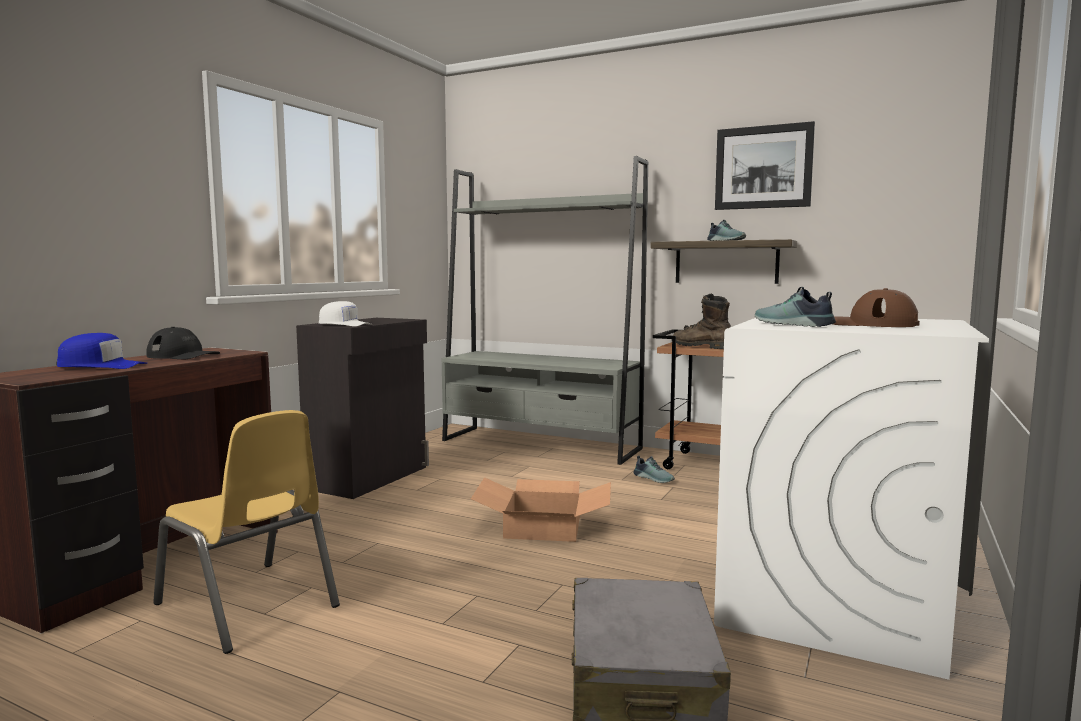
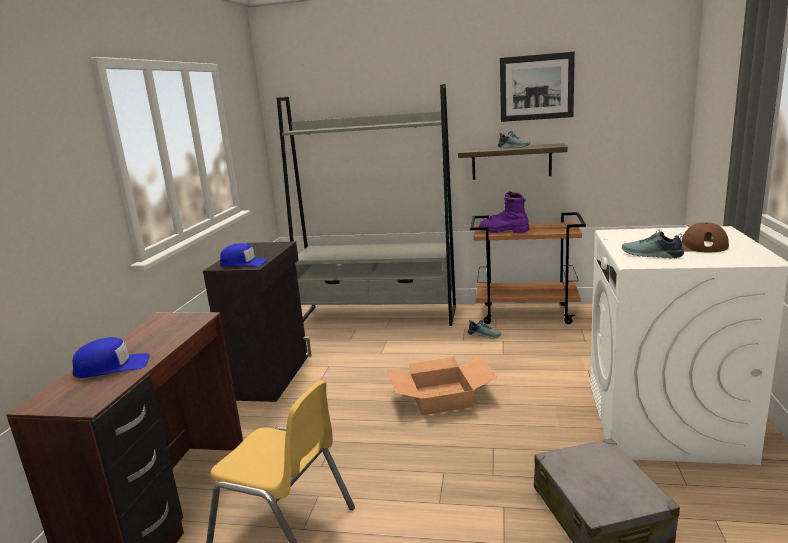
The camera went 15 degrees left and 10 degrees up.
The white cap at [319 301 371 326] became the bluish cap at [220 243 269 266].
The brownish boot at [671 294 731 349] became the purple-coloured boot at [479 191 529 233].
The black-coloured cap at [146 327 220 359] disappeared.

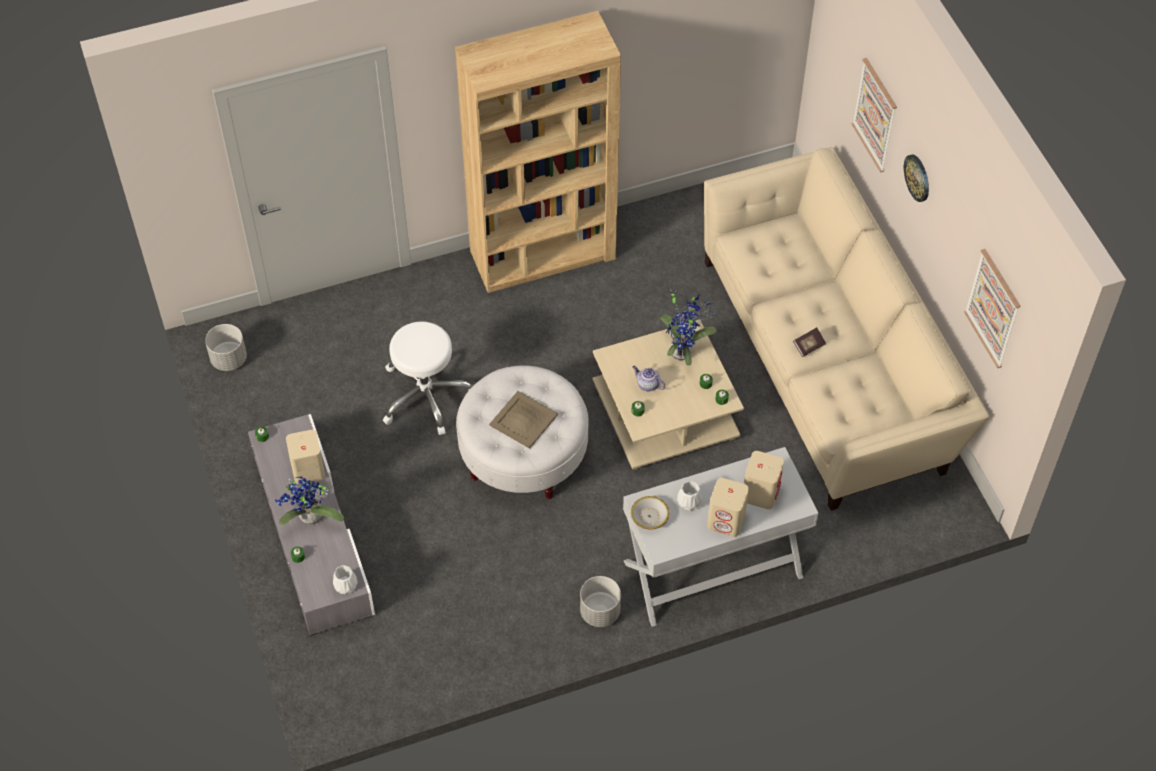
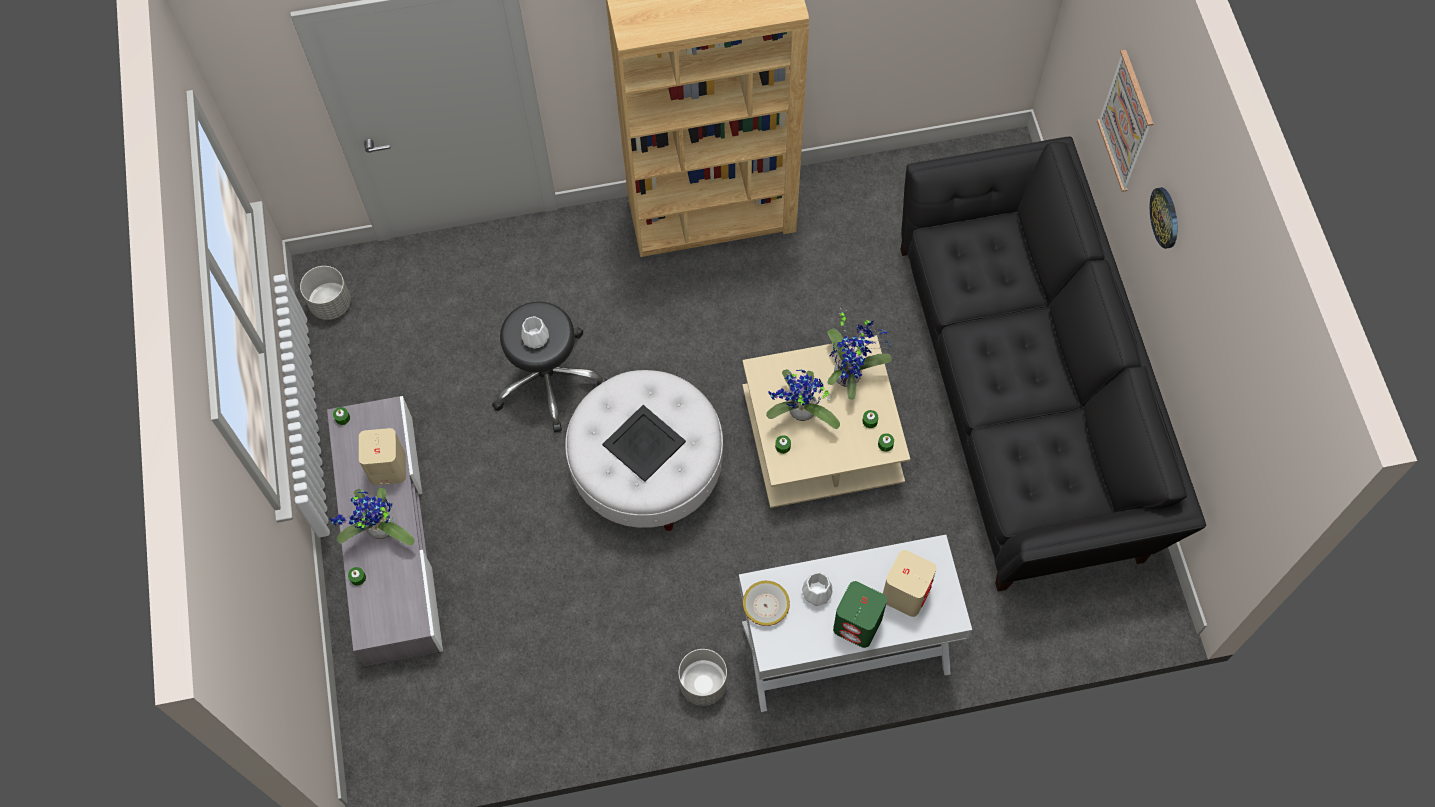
The camera went 10 degrees right and 10 degrees up.
The white stool seat at [383 321 472 435] became the black-coloured stool seat at [492 302 607 432].
The white vase moved from [333 565 358 594] to [521 316 549 349].
The sand-coloured carrying tray at [489 391 558 449] became the black-coloured carrying tray at [602 405 686 482].
The tea pot at [633 366 665 391] was replaced by the plant in a pot at [766 369 840 429].
The sand-coloured loudspeaker at [707 478 749 537] became the green loudspeaker at [833 581 887 648].
The sand-coloured couch at [704 147 989 511] became the black-coloured couch at [900 136 1206 592].
The volume at [793 327 826 357] disappeared.
The wall picture at [964 249 1021 368] disappeared.

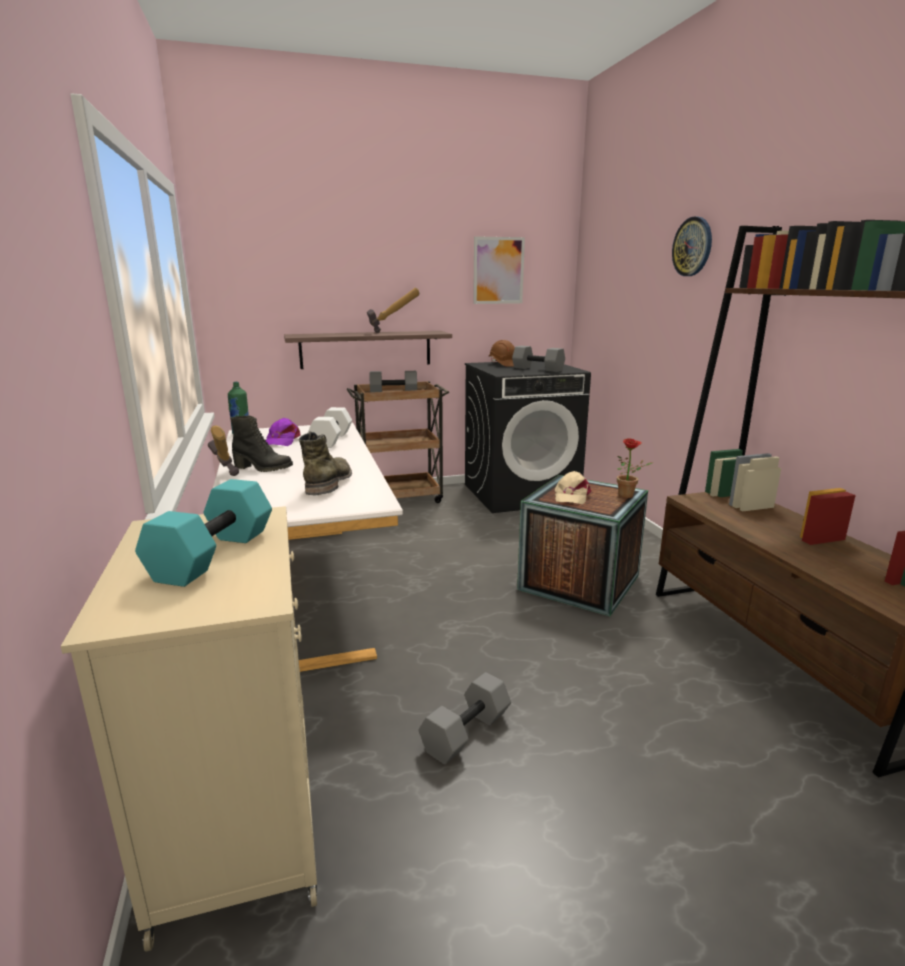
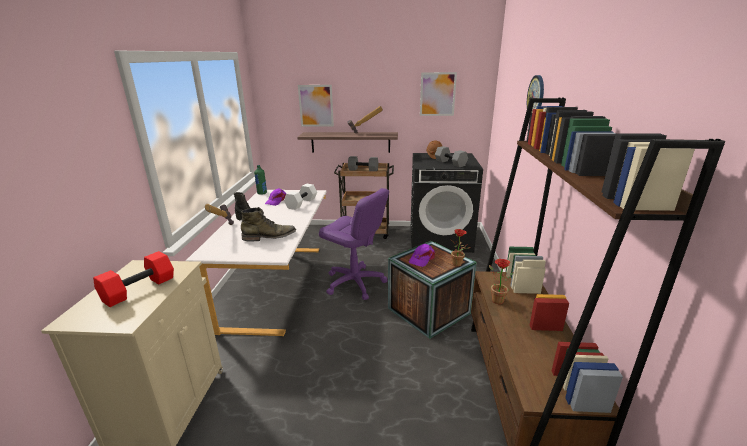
The camera went 20 degrees right and 5 degrees up.
The blue-green free weight at [135 479 272 587] became the reddish free weight at [93 251 174 307].
The green boot at [299 431 352 495] turned 45 degrees clockwise.
The wall picture at [298 85 334 126] appeared.
The purple-coloured desk chair at [319 188 389 300] appeared.
The sand-coloured cap at [555 471 591 504] became the purple-coloured cap at [409 244 435 267].
The plant in a pot at [489 259 514 304] appeared.
The grey free weight at [419 672 511 764] disappeared.

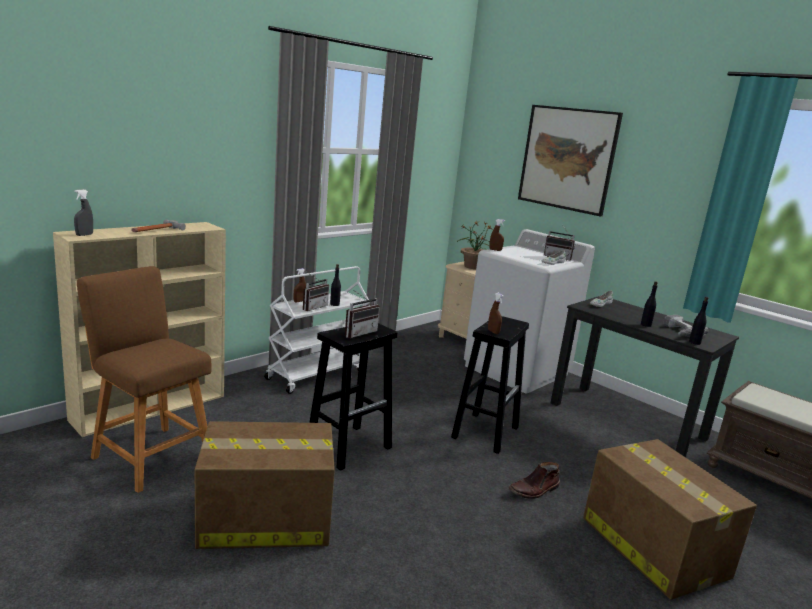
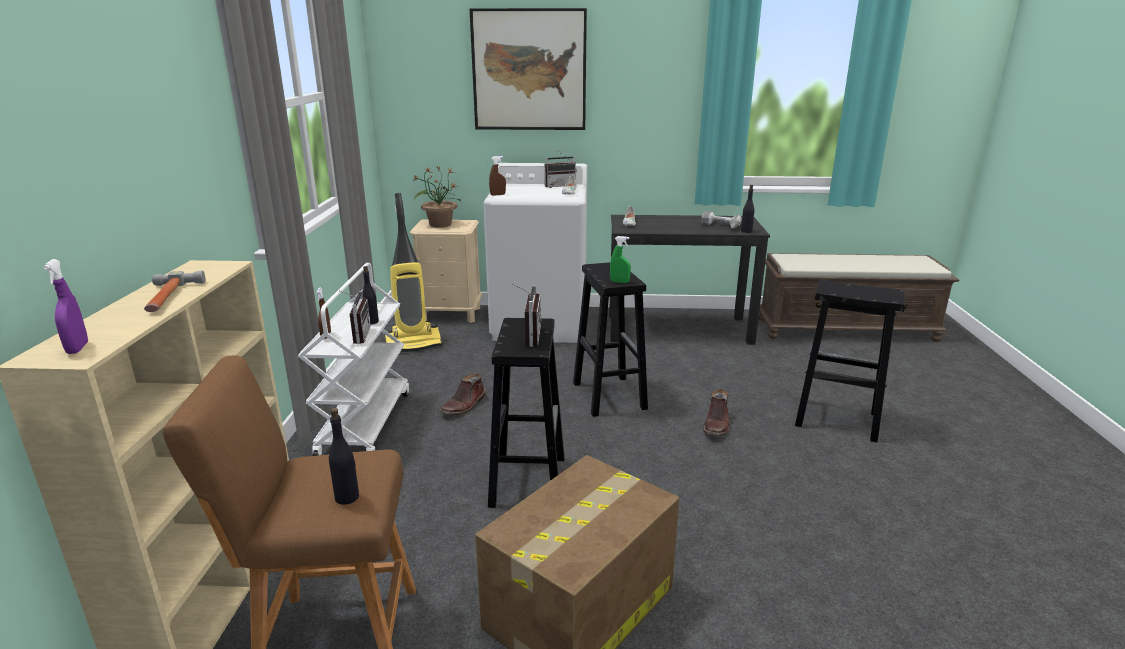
The camera went 40 degrees left and 5 degrees up.
The grey spray bottle at [74 189 93 236] became the purple-coloured spray bottle at [43 259 88 354].
The black-coloured drink bottle moved from [641 281 658 327] to [329 408 359 505].
The vacuum cleaner at [385 193 443 352] appeared.
The brownish boot at [439 373 486 415] appeared.
The brownish spray bottle at [488 293 504 334] became the green spray bottle at [610 236 631 283].
The packing box at [583 439 757 600] was replaced by the black-coloured stool seat at [795 279 905 442].

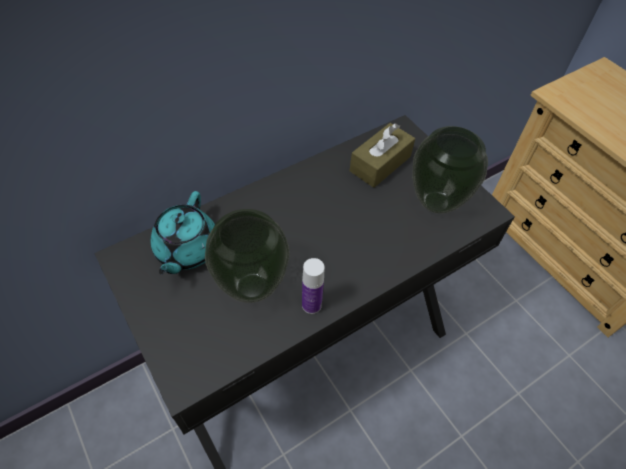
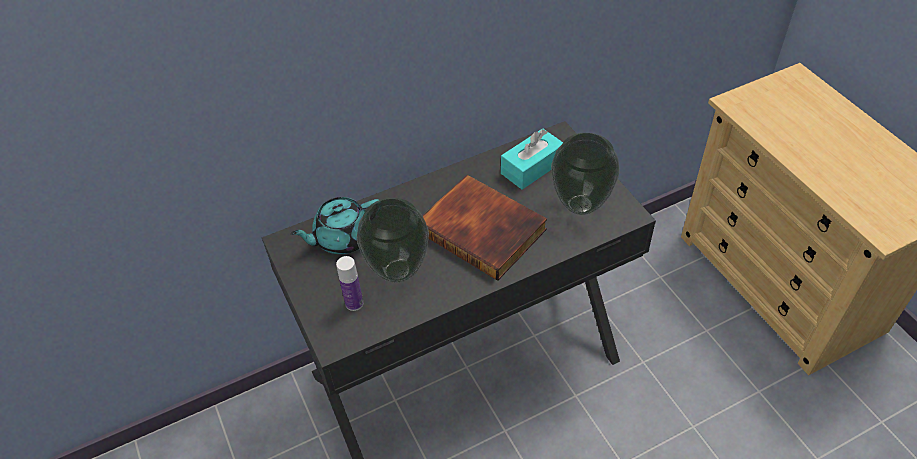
The camera went 10 degrees right and 5 degrees down.
The blue-green tea pot at [151 191 215 275] turned 45 degrees clockwise.
The drink bottle moved from [302 258 325 314] to [336 256 363 311].
The volume at [422 175 547 281] appeared.
The brownish tissue holder at [350 123 415 188] became the blue-green tissue holder at [501 128 563 190].

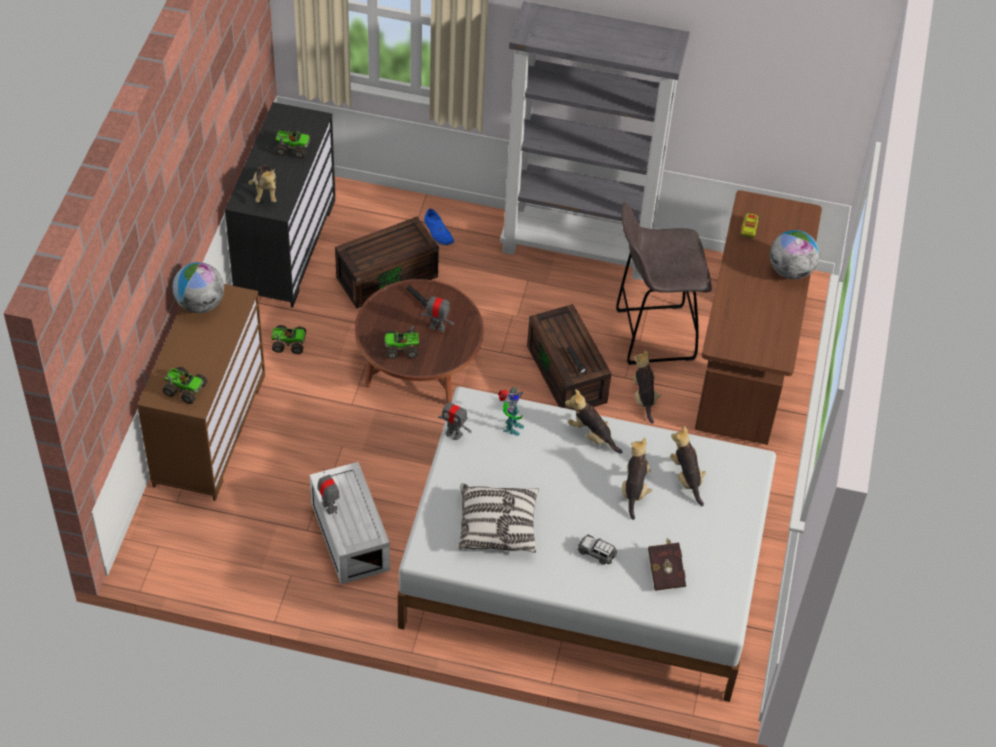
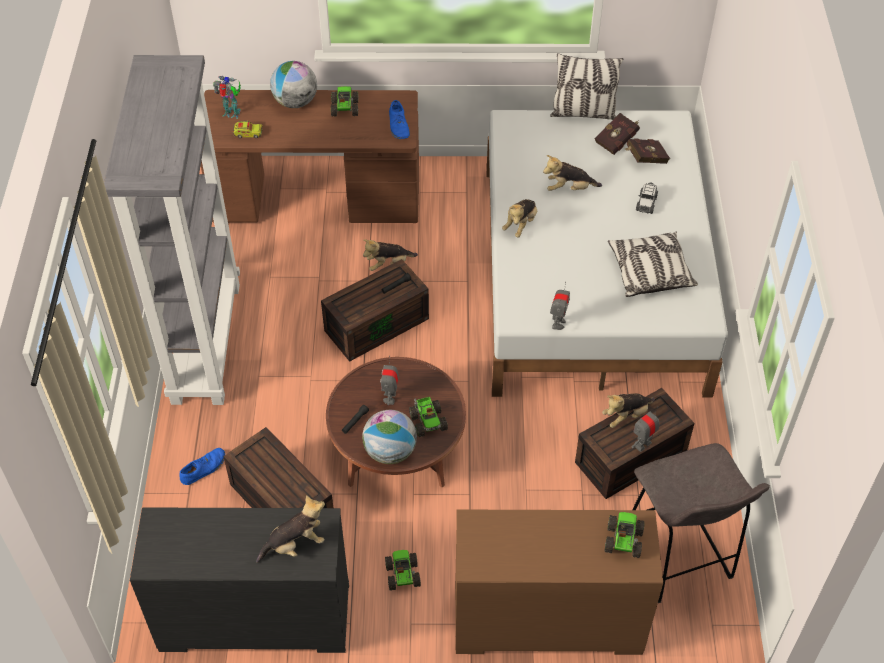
The camera went 100 degrees left and 0 degrees up.
The model robot moved from [498 387 524 436] to [213 76 241 119].
The model truck moved from [275 129 312 159] to [331 86 359 117].
The desk globe moved from [172 262 224 313] to [362 410 417 464].
The bluish shoe at [389 100 410 139] appeared.
The cushion at [550 53 623 120] appeared.
The white storage container at [310 462 390 584] became the brownish storage container at [575 388 694 499].
The reddish volume at [594 113 640 155] appeared.
The plush toy moved from [671 426 706 506] to [602 394 655 428].
The grey stool seat moved from [616 202 712 365] to [632 443 770 603].

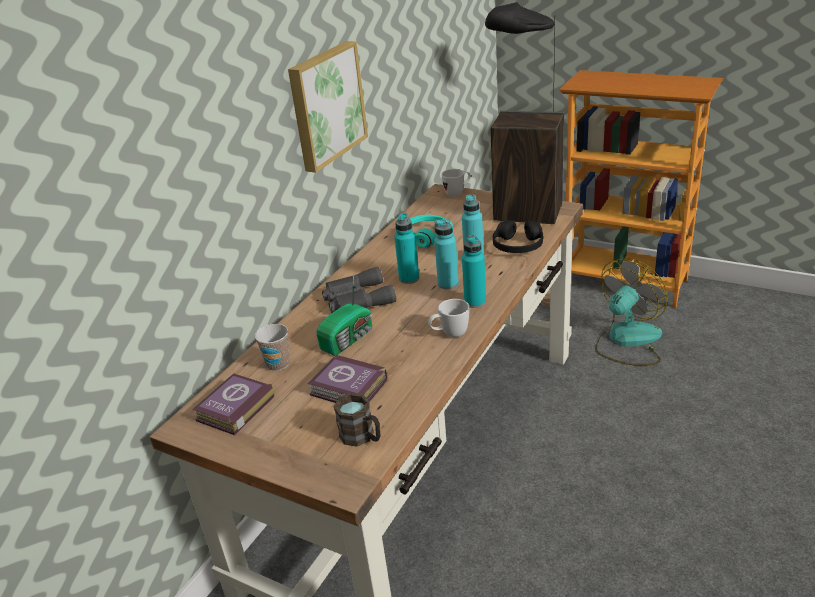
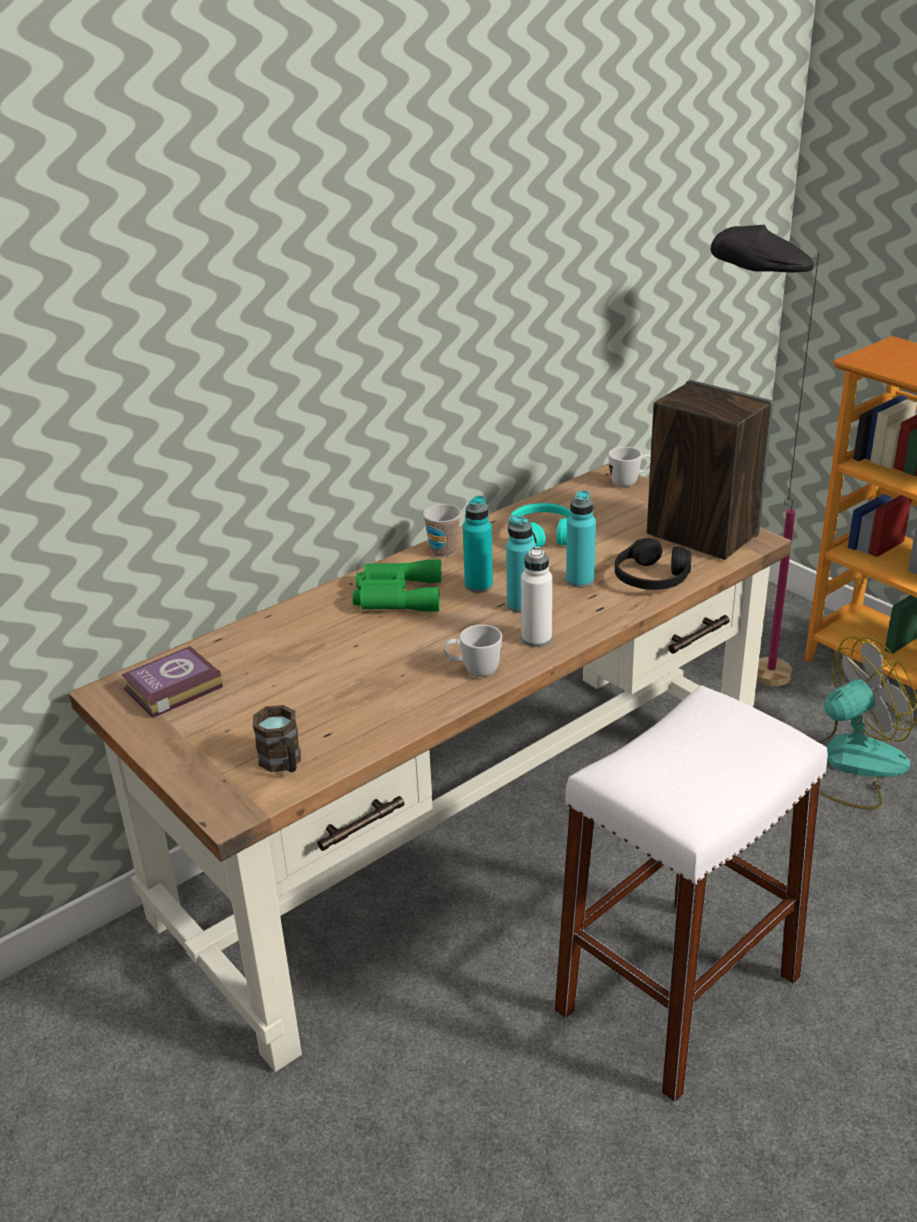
The camera went 20 degrees right and 0 degrees up.
The grey binoculars at [322 267 396 313] became the green binoculars at [353 559 442 612].
The cup moved from [255 324 290 371] to [423 504 461 557].
The blue-green drink bottle at [462 235 486 308] became the white drink bottle at [521 546 552 647].
The white stool seat at [554 685 828 1102] appeared.
The wall picture at [288 41 368 173] disappeared.
The volume at [308 354 387 403] disappeared.
The radio at [317 273 372 356] disappeared.

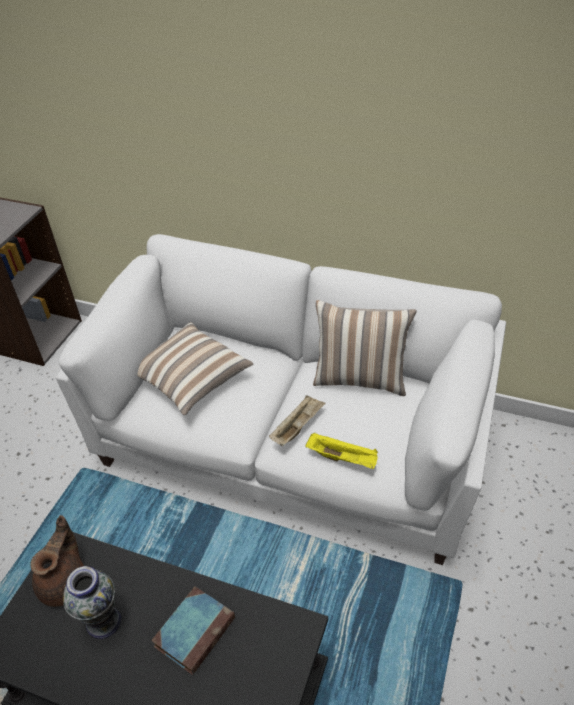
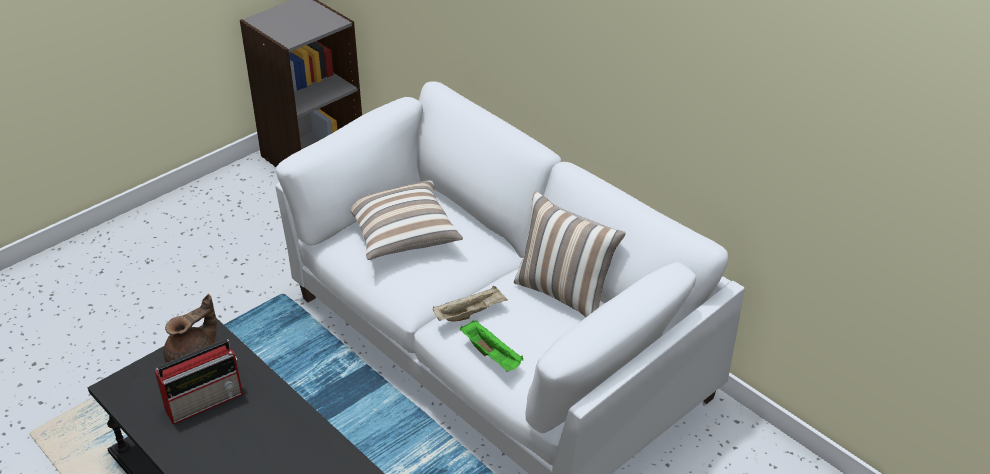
The camera went 25 degrees right and 5 degrees down.
The vase at [63 566 121 639] was replaced by the radio at [155 339 243 425].
The yellow carrying tray at [305 433 378 469] became the green carrying tray at [460 321 523 372].
The volume at [151 587 235 675] disappeared.

